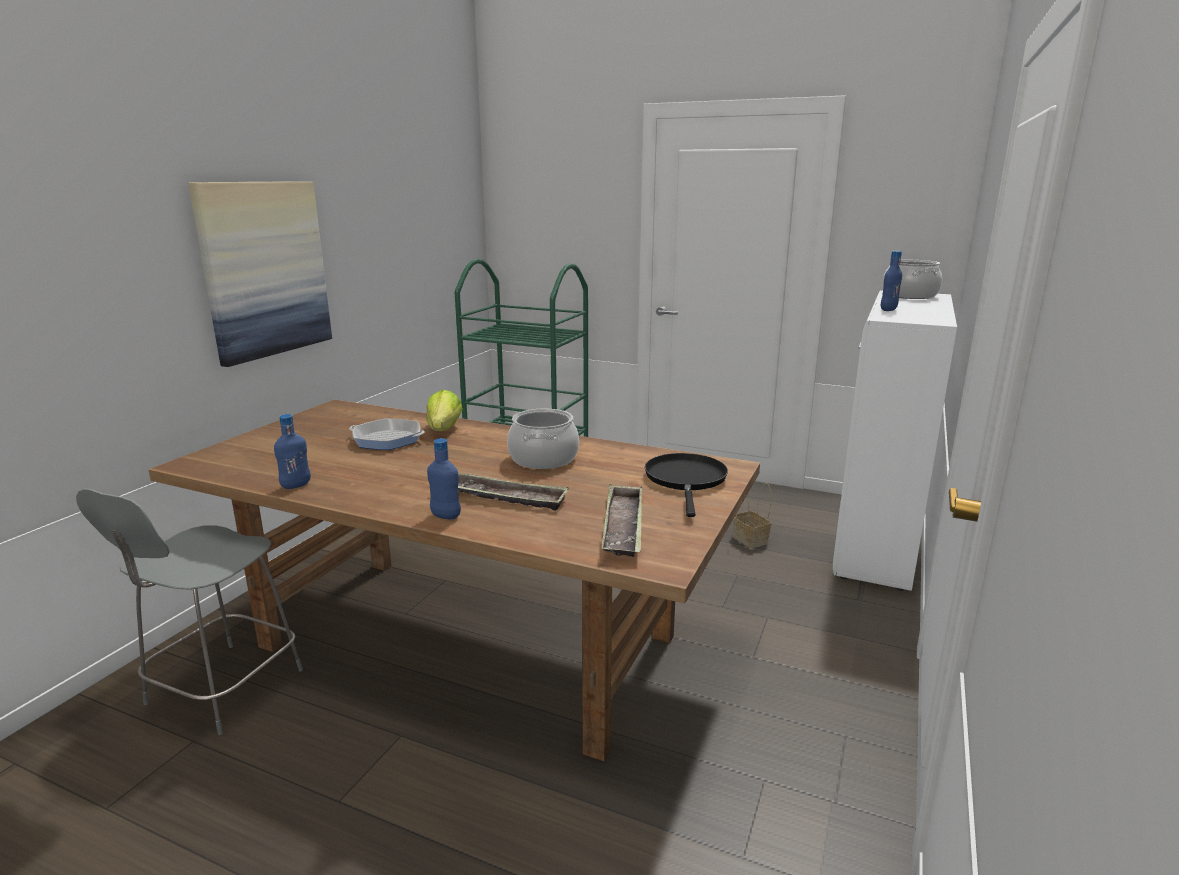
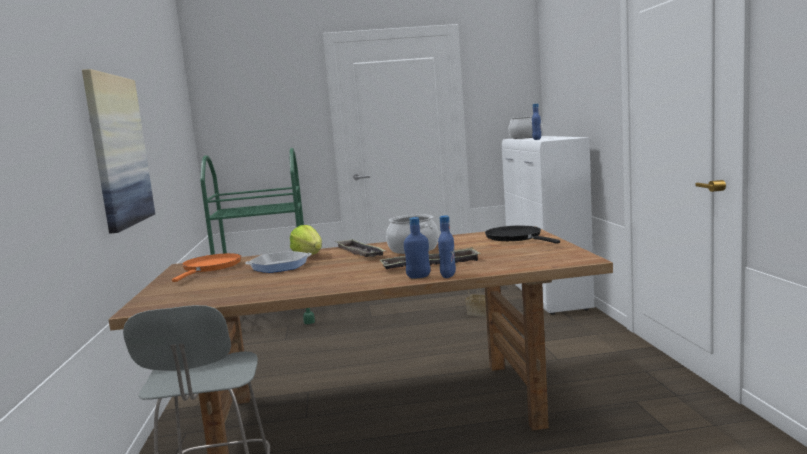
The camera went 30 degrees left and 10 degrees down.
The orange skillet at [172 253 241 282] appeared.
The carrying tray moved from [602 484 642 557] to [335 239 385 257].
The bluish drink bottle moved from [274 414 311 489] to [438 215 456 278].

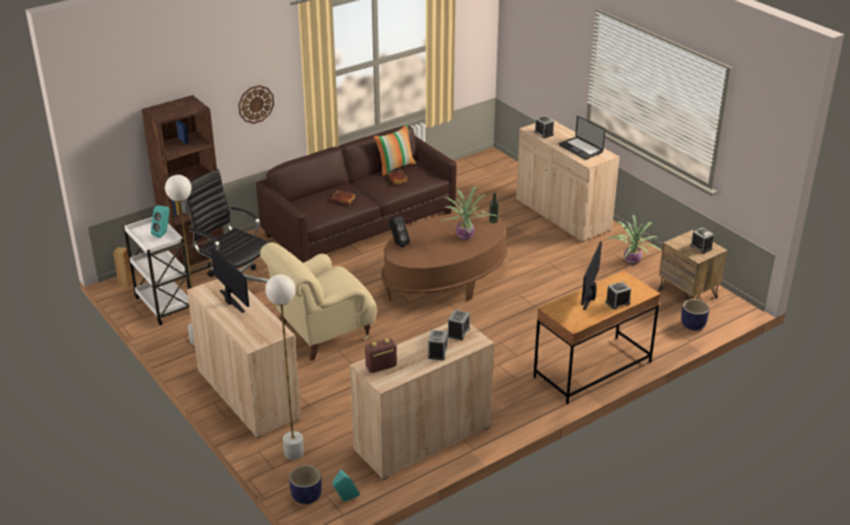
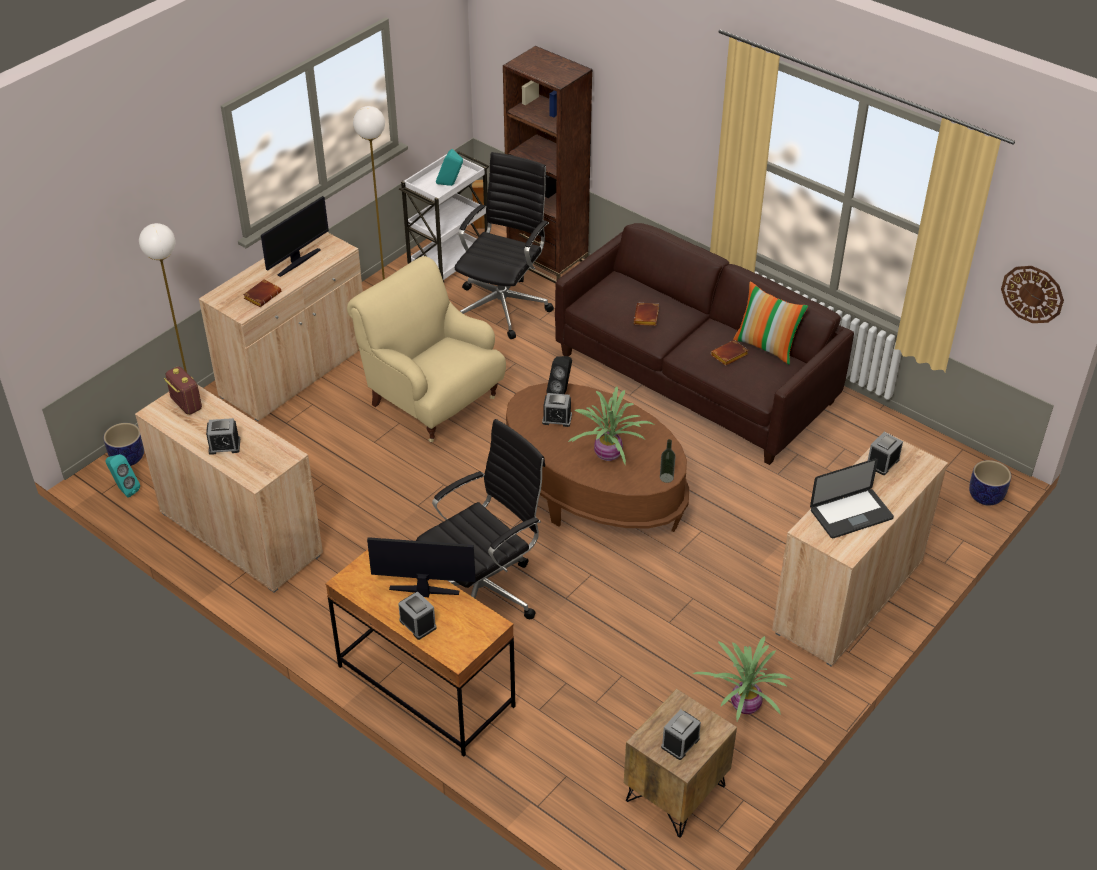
The camera went 75 degrees right and 10 degrees up.
The brownish volume at [243 279 281 307] appeared.
The black-coloured desk chair at [416 419 545 619] appeared.
The table clock moved from [448 310 470 340] to [542 393 572 427].
The laptop at [559 116 605 160] turned 150 degrees counterclockwise.
The plant pot moved from [681 299 709 331] to [969 460 1011 506].
The hanging clock moved from [238 85 274 124] to [1001 266 1064 323].

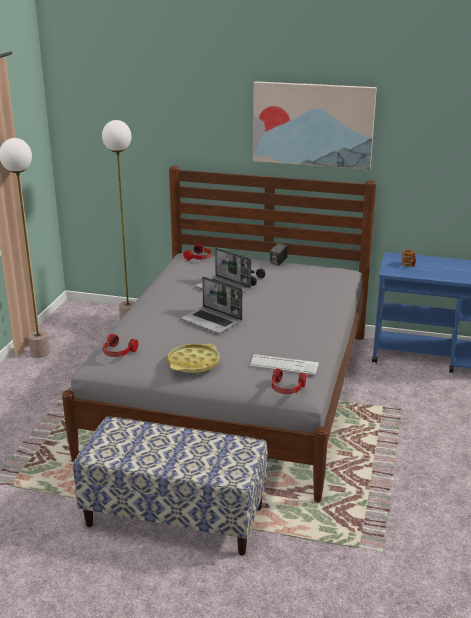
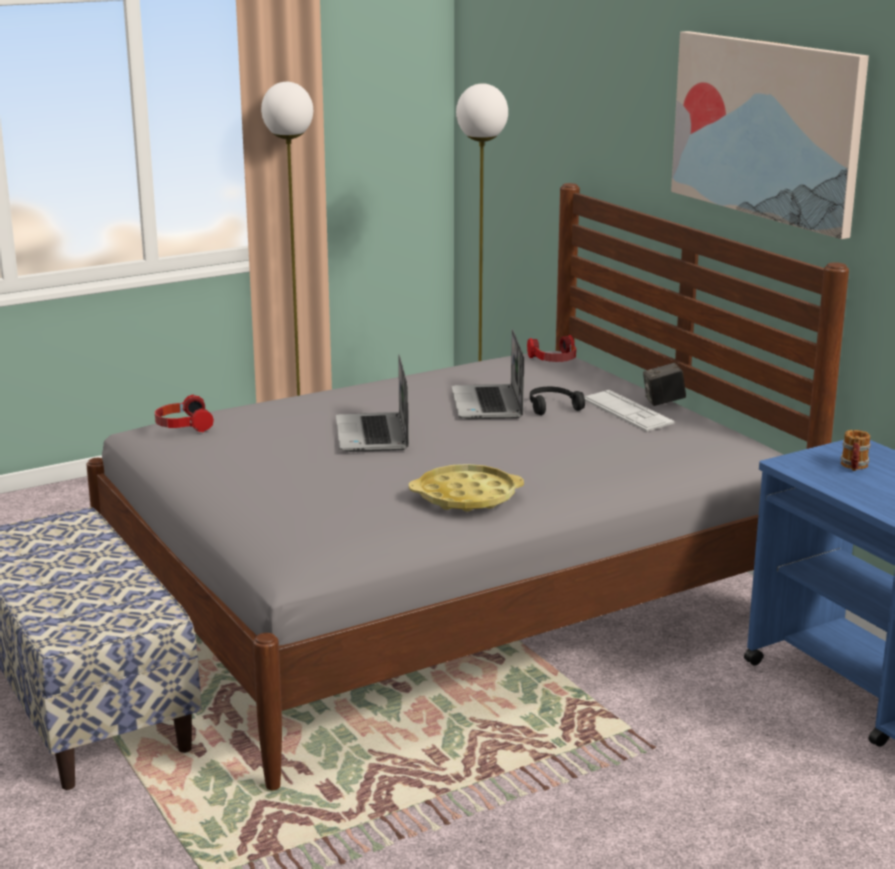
The camera went 45 degrees right and 5 degrees down.
The yellow carrying tray moved from [168 344 220 374] to [409 464 524 512].
The PC keyboard moved from [249 354 319 375] to [584 390 675 432].
The headphones at [272 368 306 394] disappeared.

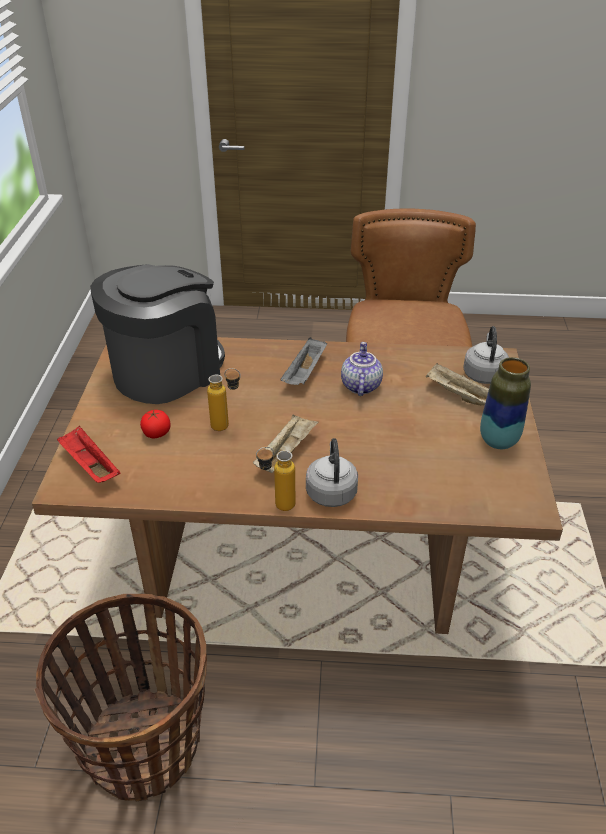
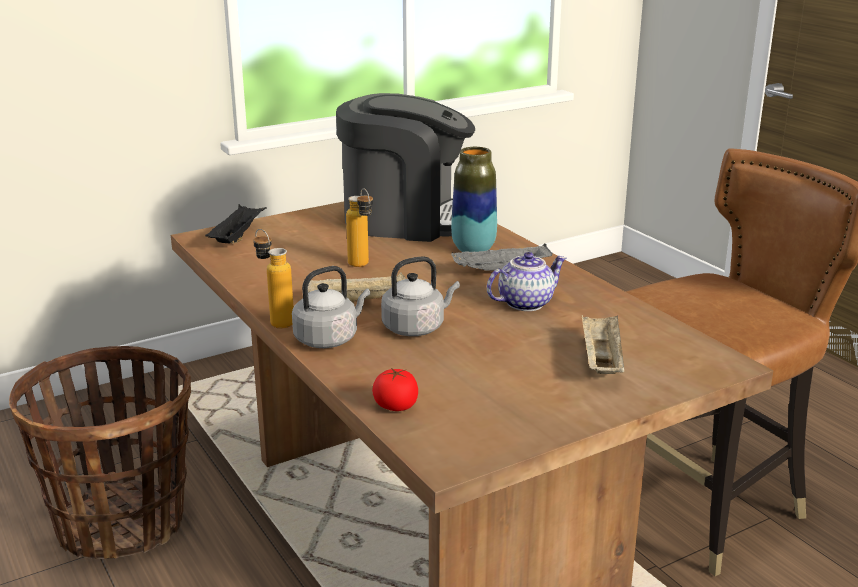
The camera went 55 degrees right and 15 degrees down.
The reddish carrying tray at [57 426 120 483] became the black-coloured carrying tray at [205 204 267 244].
The tomato moved from [140 410 171 438] to [372 368 418 411].
The grey tea kettle moved from [463 326 509 384] to [381 256 460 336].
The vase moved from [480 357 531 449] to [451 147 497 252].

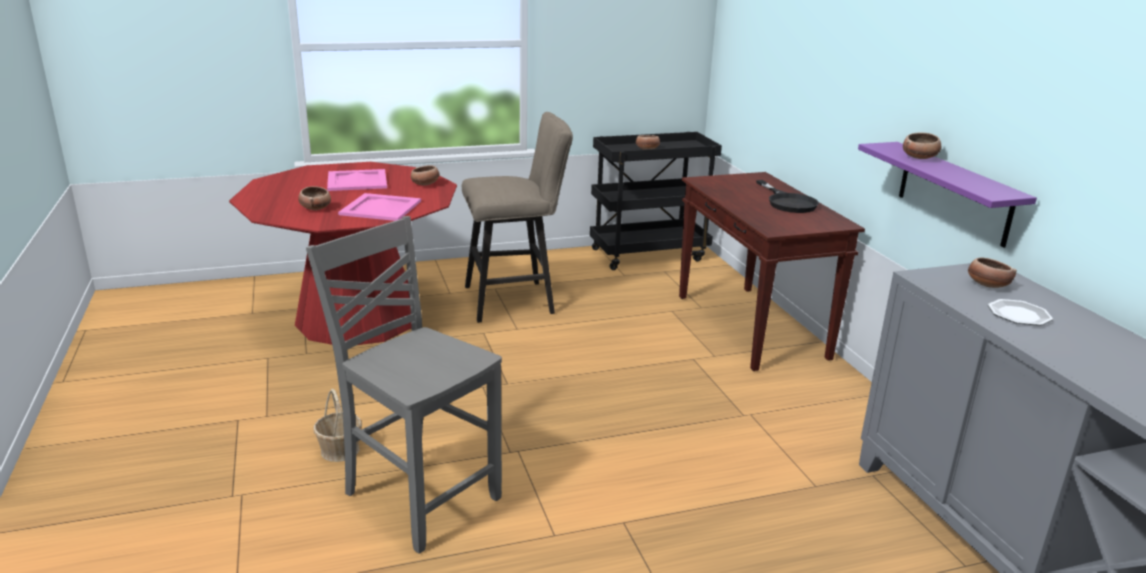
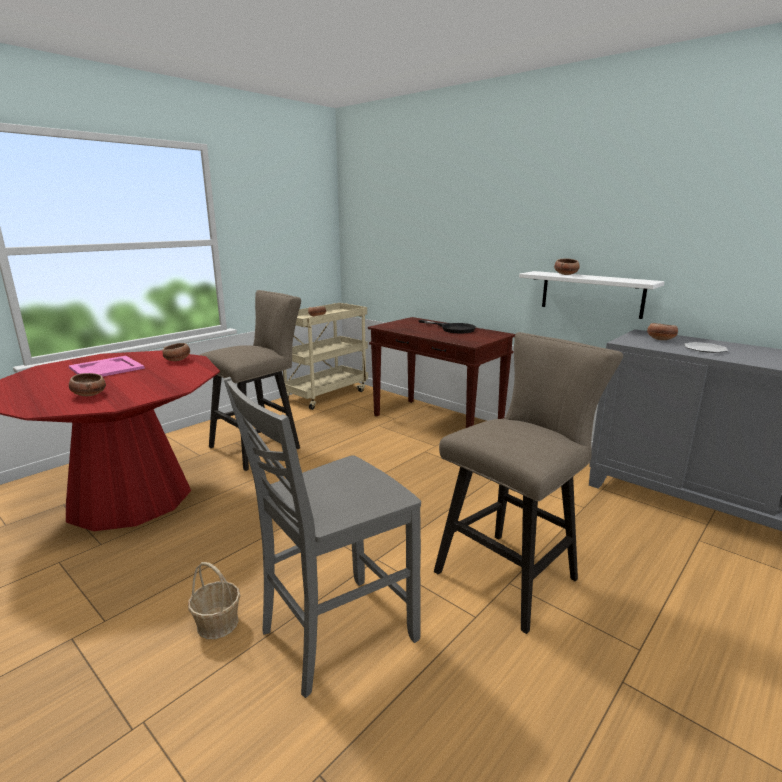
The camera went 30 degrees left and 5 degrees down.
The grey chair at [306 216 502 554] turned 45 degrees counterclockwise.
The black-coloured wheeled cart at [590 132 722 270] became the sand-coloured wheeled cart at [283 303 368 410].
The sand-coloured stool seat at [434 332 623 634] appeared.
The purple-coloured shelf at [858 142 1037 248] became the white shelf at [519 271 665 319].
The pinkish carrying tray at [338 193 421 221] disappeared.

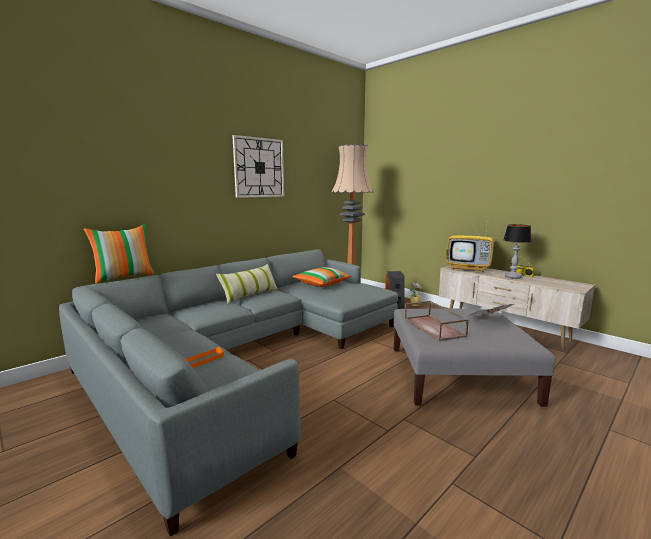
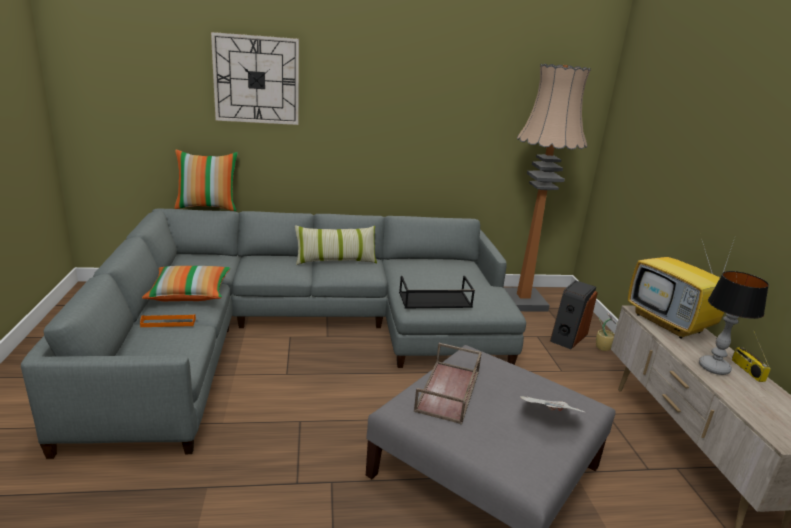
The camera went 35 degrees right and 10 degrees up.
The cushion moved from [292 267 352 287] to [142 266 230 301].
The hanging clock moved from [232 135 284 198] to [211 32 299 125].
The black-coloured carrying tray at [399 276 475 308] appeared.

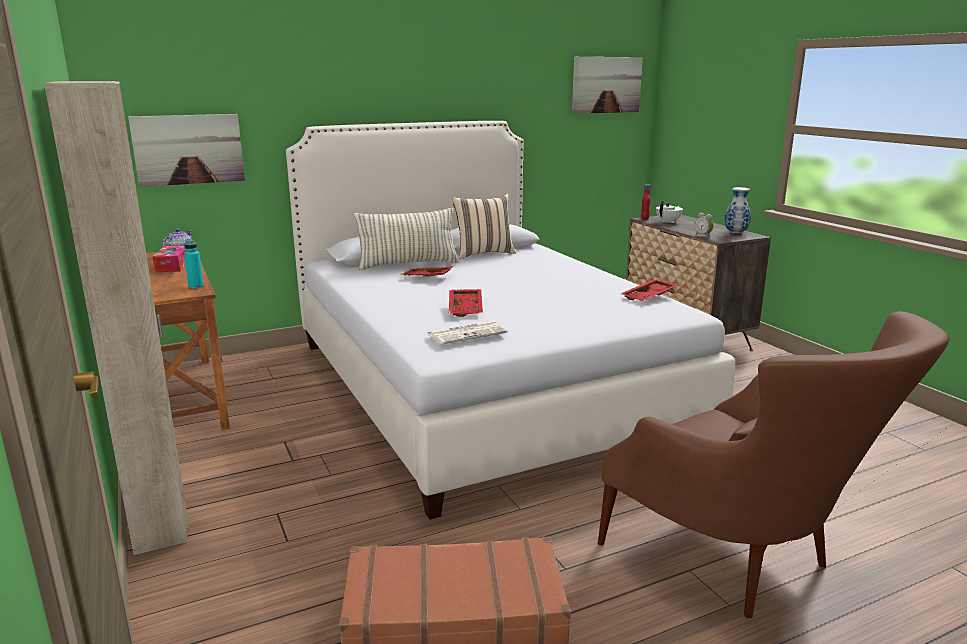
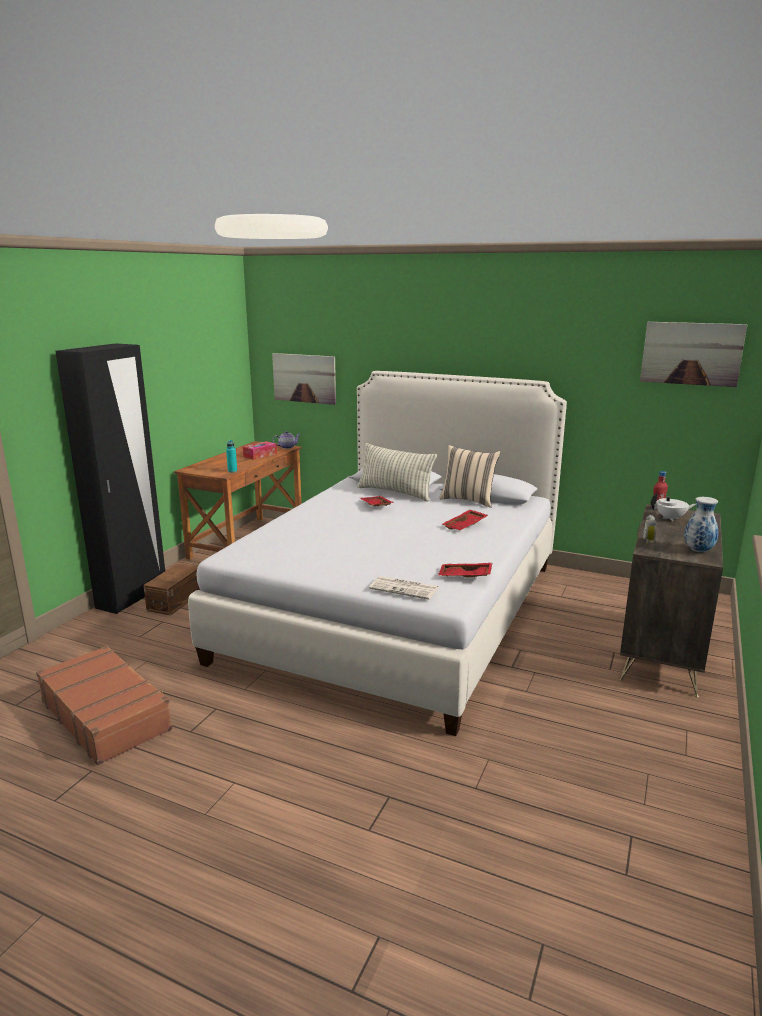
The camera went 50 degrees right and 0 degrees up.
The sand-coloured wardrobe at [44 81 189 555] became the black-coloured wardrobe at [55 343 165 614].
The brownish storage container at [143 563 200 615] appeared.
The newspaper moved from [427 321 508 345] to [369 576 439 600].
The reddish carrying tray moved from [449 289 483 317] to [442 510 488 530].
The brownish easy chair at [598 311 949 618] disappeared.

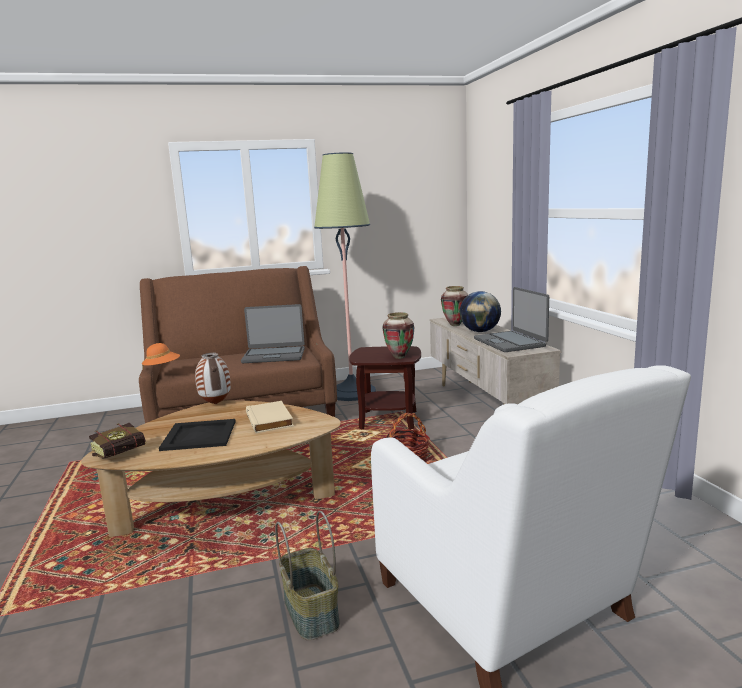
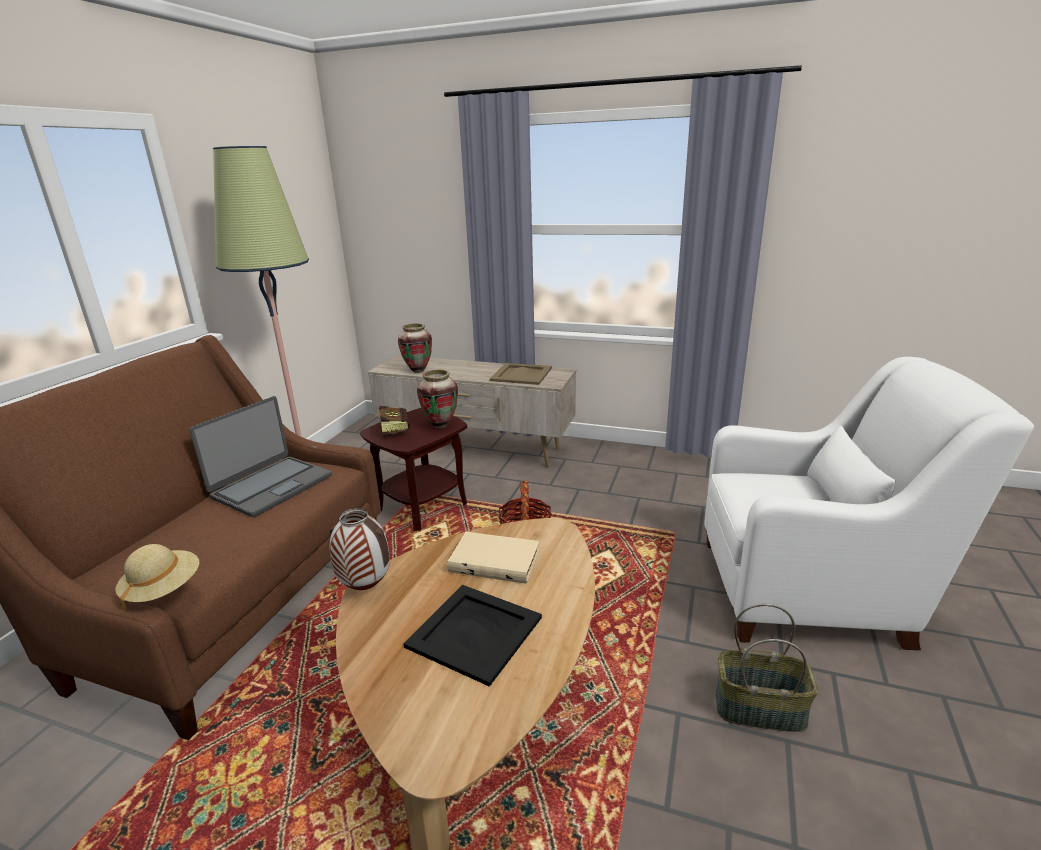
The camera went 55 degrees left and 10 degrees up.
The orange hat at [142 343 180 370] became the sand-coloured hat at [115 544 199 613].
The volume moved from [89 423 146 459] to [378 406 410 437].
The laptop at [474 287 549 352] was replaced by the sand-coloured carrying tray at [490 363 552 385].
The desk globe at [460 291 501 332] disappeared.

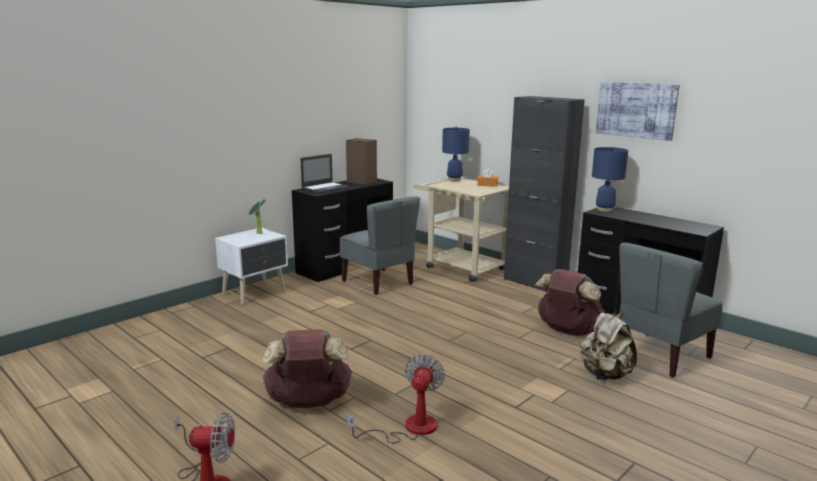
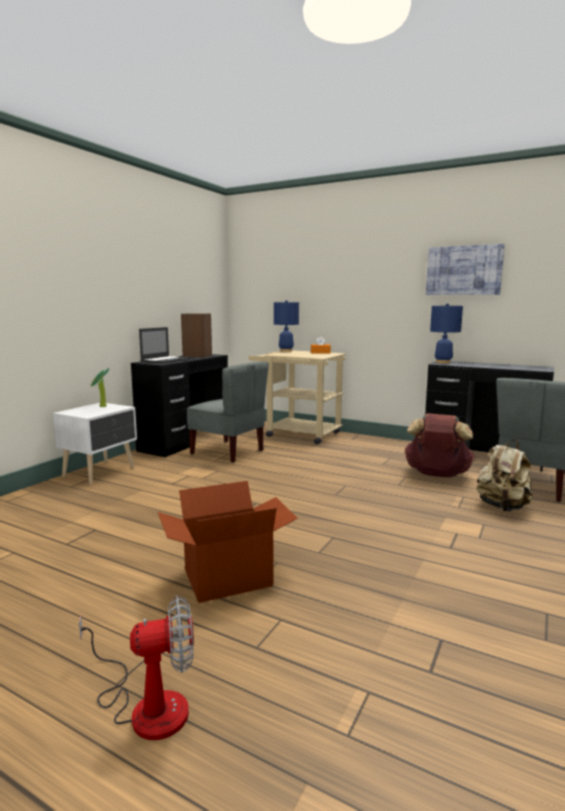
The camera went 15 degrees left and 5 degrees down.
The brownish rucksack at [263 329 352 408] was replaced by the packing box at [158 481 298 603].
The fan at [346 354 445 443] disappeared.
The black-coloured cupboard at [504 96 585 292] disappeared.

